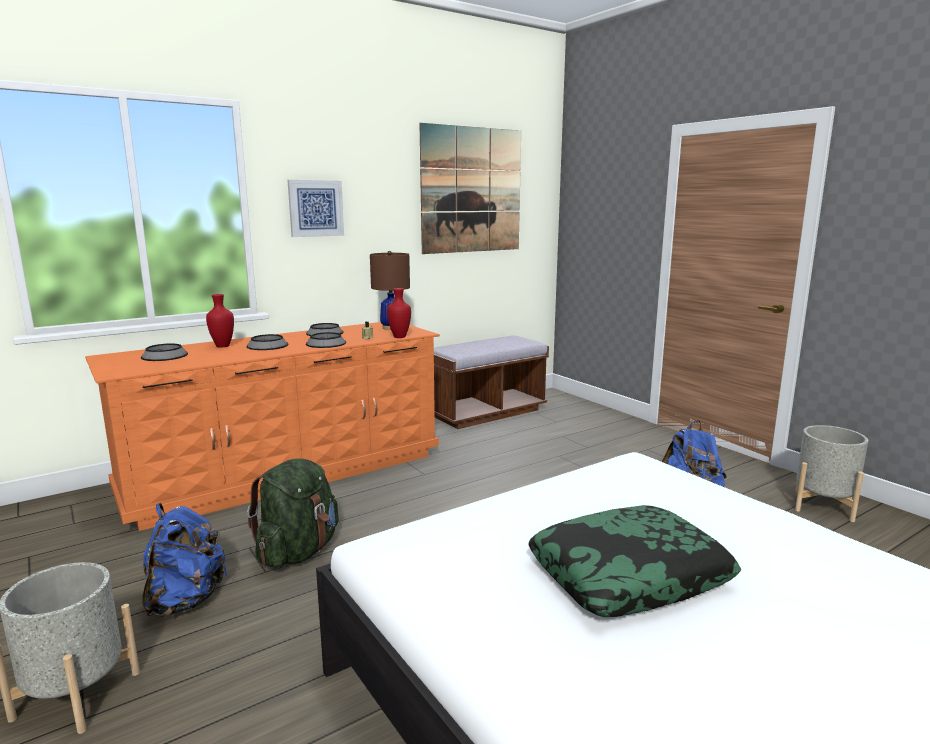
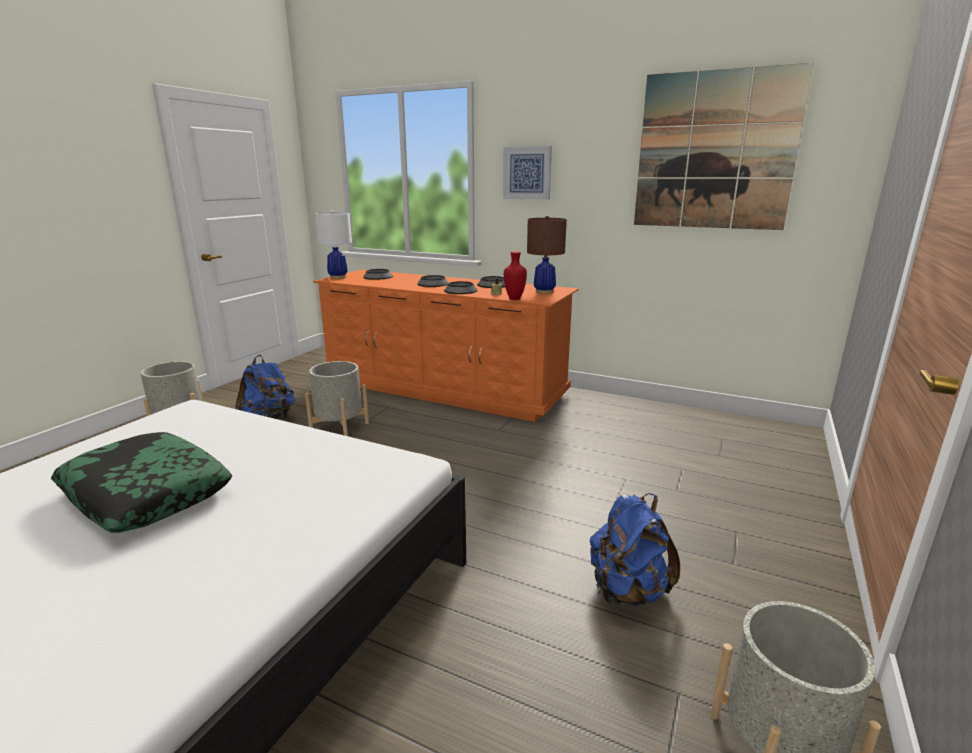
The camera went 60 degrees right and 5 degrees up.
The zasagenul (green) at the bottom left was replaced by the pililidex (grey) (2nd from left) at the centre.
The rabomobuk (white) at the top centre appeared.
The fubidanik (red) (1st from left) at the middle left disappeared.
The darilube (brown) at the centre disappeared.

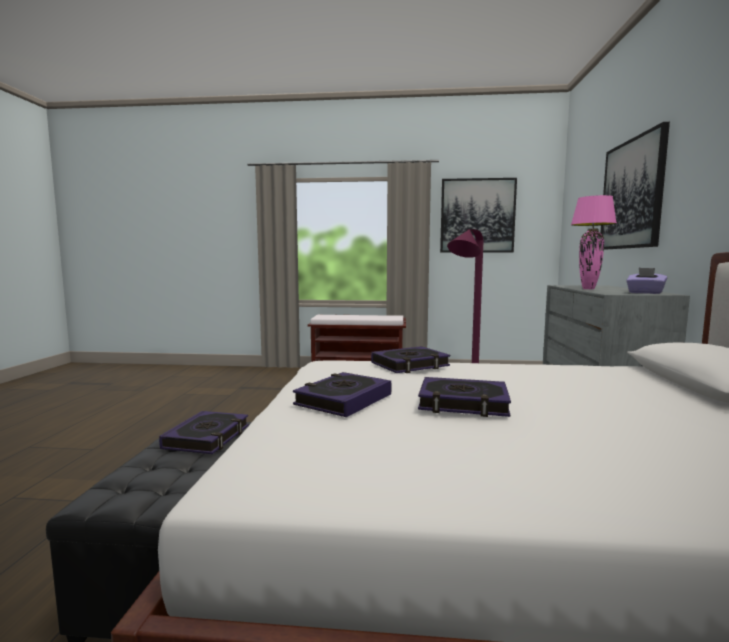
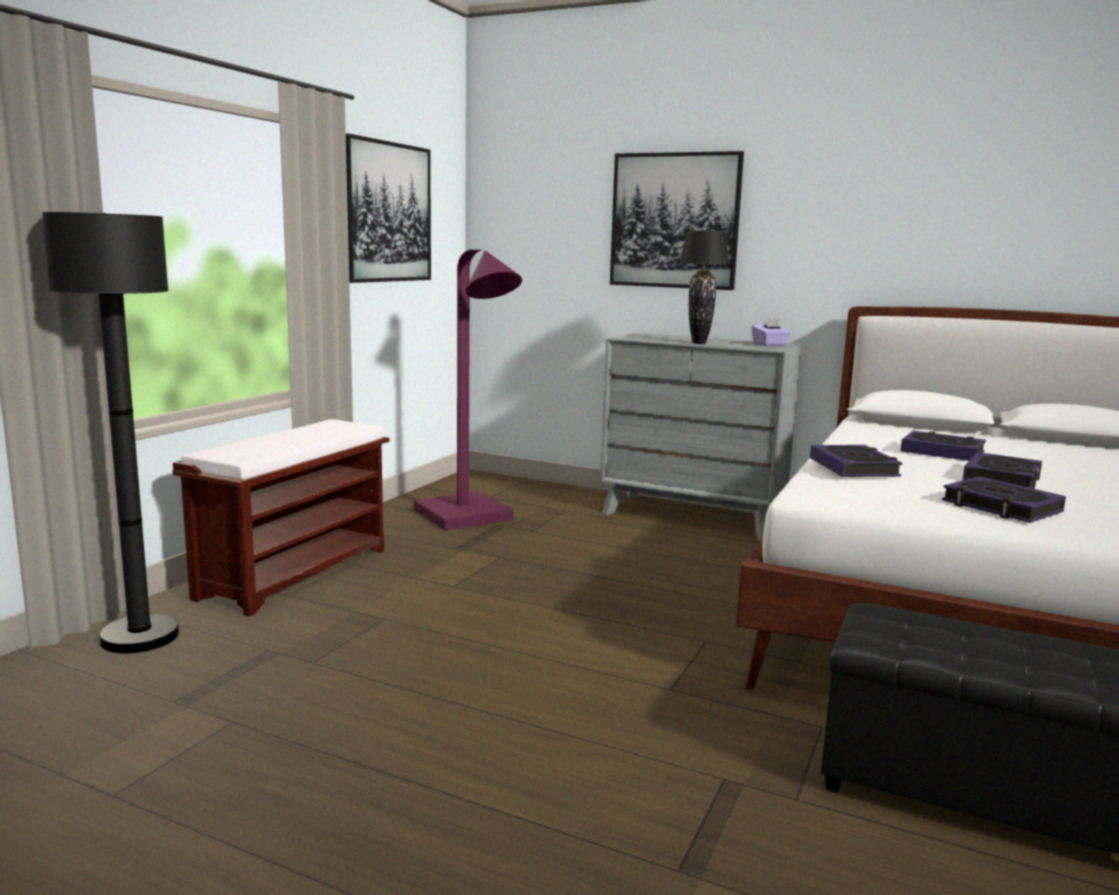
The camera went 70 degrees left and 5 degrees up.
The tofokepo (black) at the middle left appeared.
The rabomobuk (pink) at the middle right became the rabomobuk (black) at the top centre.
The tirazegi (1st from left in the first image) moved from the bottom left to the middle right.

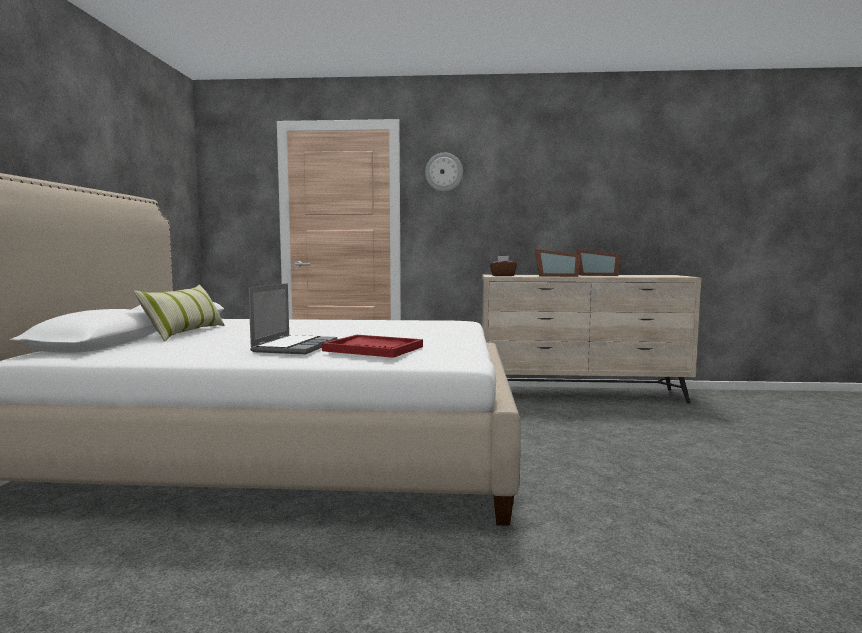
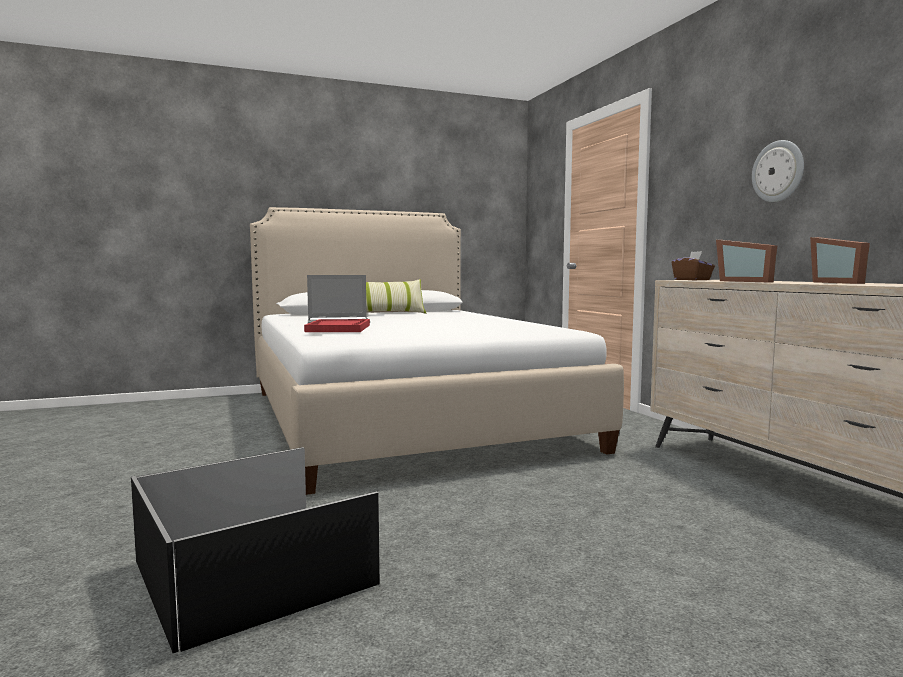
The camera went 65 degrees right and 0 degrees up.
The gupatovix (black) at the bottom left appeared.
The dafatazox moved from the top centre to the top right.

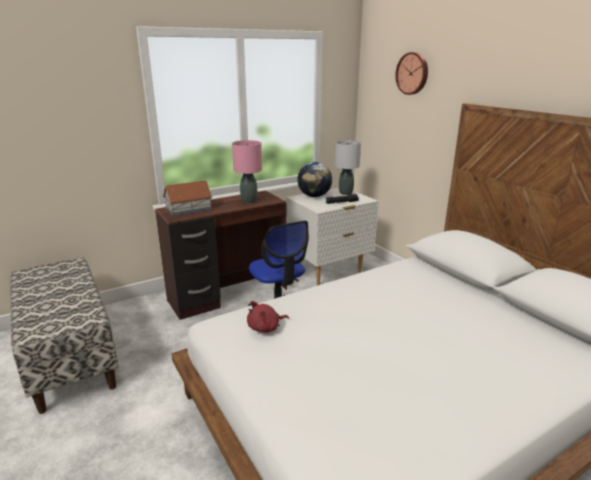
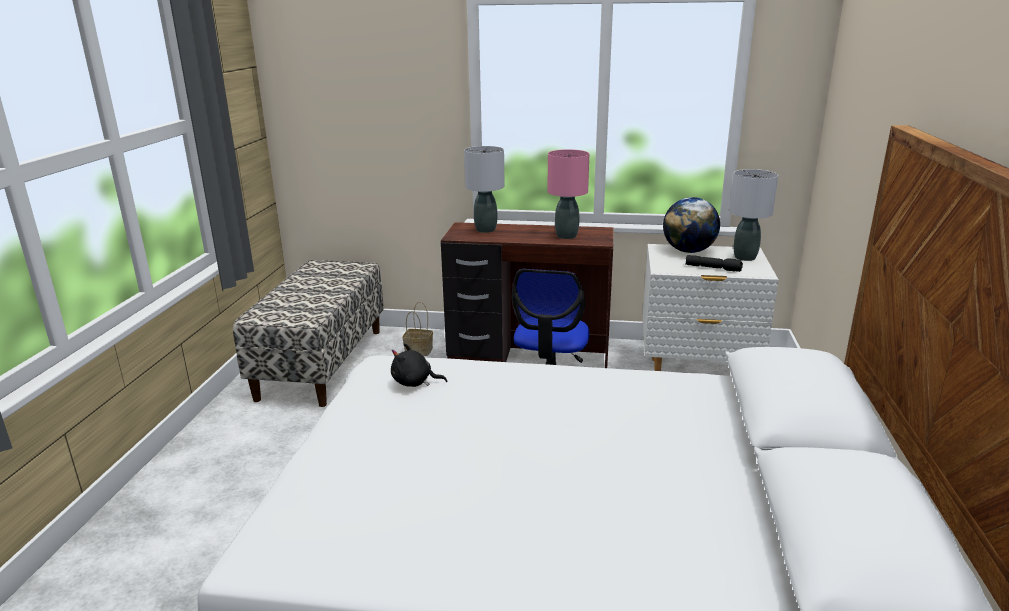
The camera went 40 degrees right and 0 degrees up.
The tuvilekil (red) at the centre became the tuvilekil (black) at the centre.
The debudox at the centre appeared.
The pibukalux at the middle left was replaced by the rabomobuk (grey) (1st from left) at the top centre.
The dafatazox at the top right disappeared.

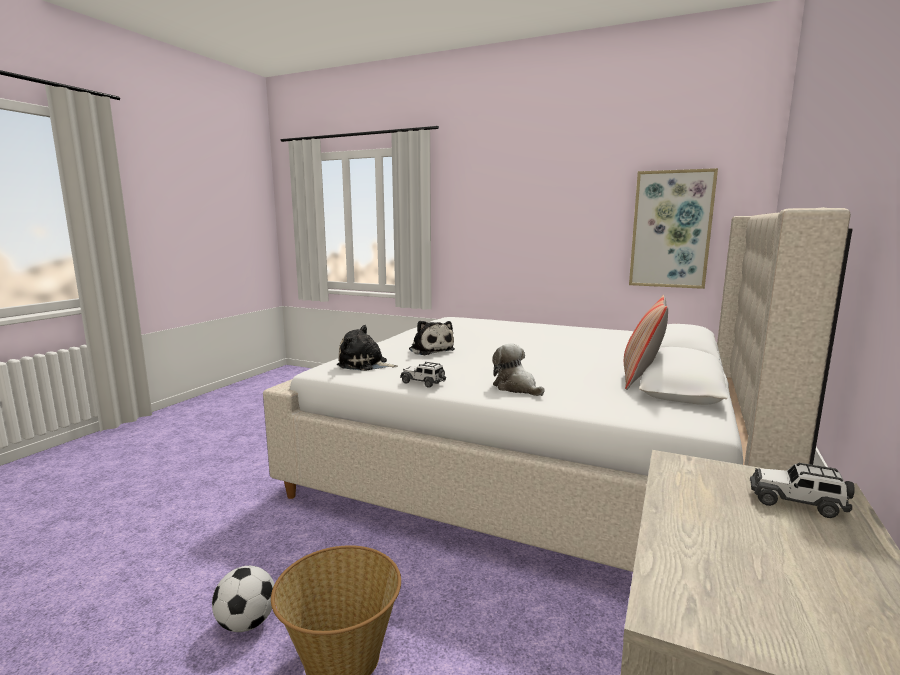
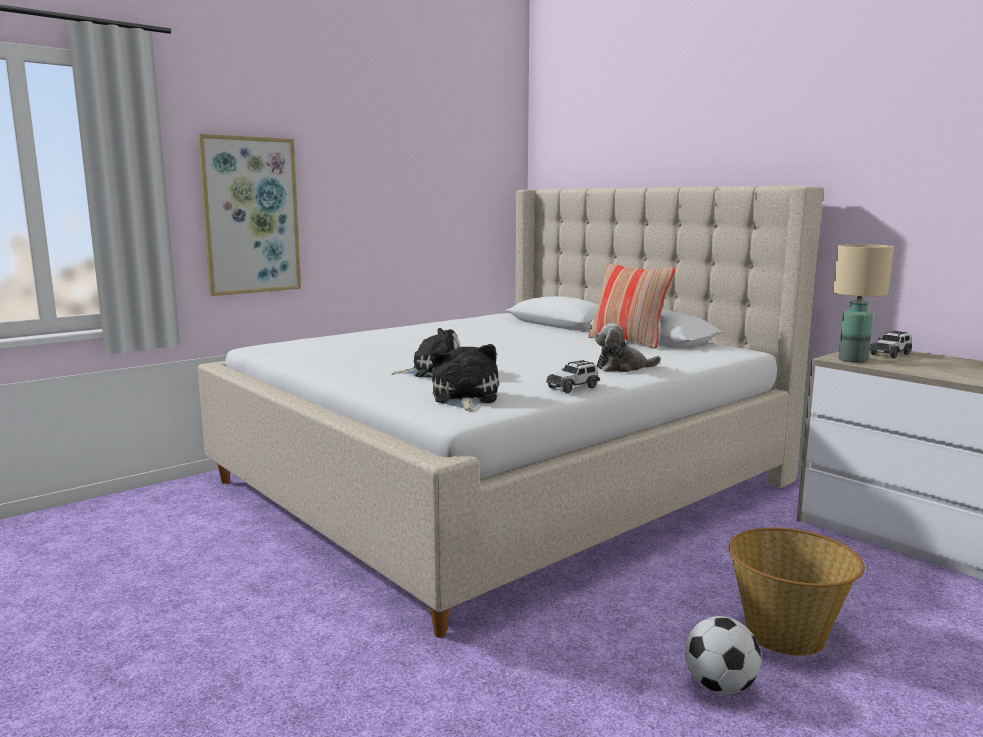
The camera went 65 degrees left and 0 degrees up.
The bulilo moved from the middle right to the top left.
The tuvilekil (1st from left in the first image) at the centre turned 135 degrees clockwise.
The rabomobuk (beige) at the middle right appeared.

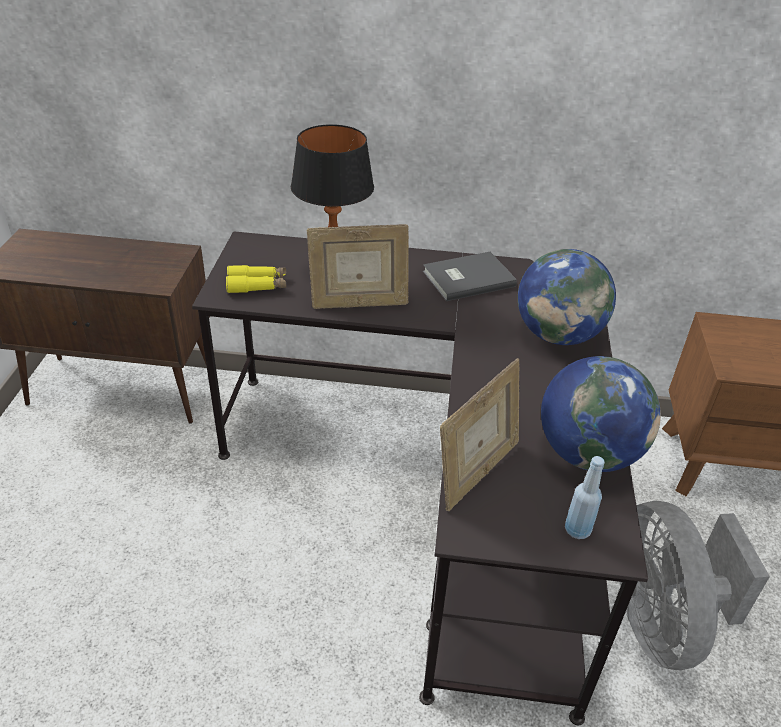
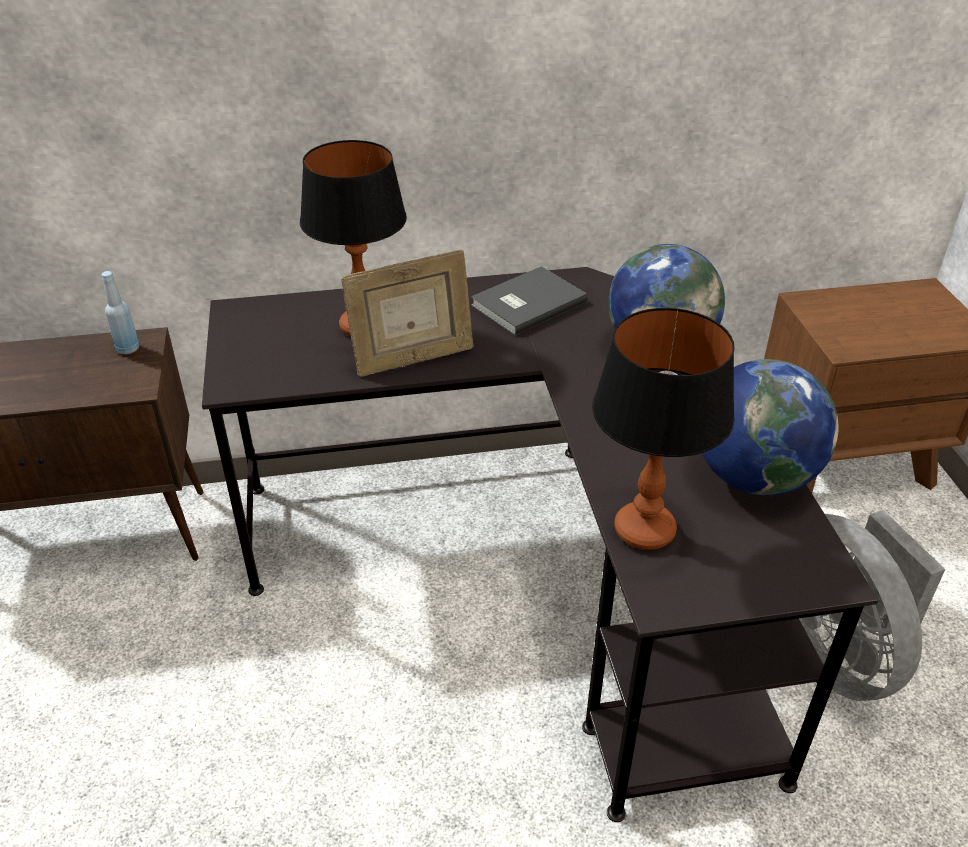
The camera went 15 degrees left and 0 degrees up.
The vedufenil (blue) moved from the bottom right to the middle left.
The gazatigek (2nd from left) at the centre was replaced by the rabomobuk (2nd from left) at the middle right.
The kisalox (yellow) at the middle left disappeared.

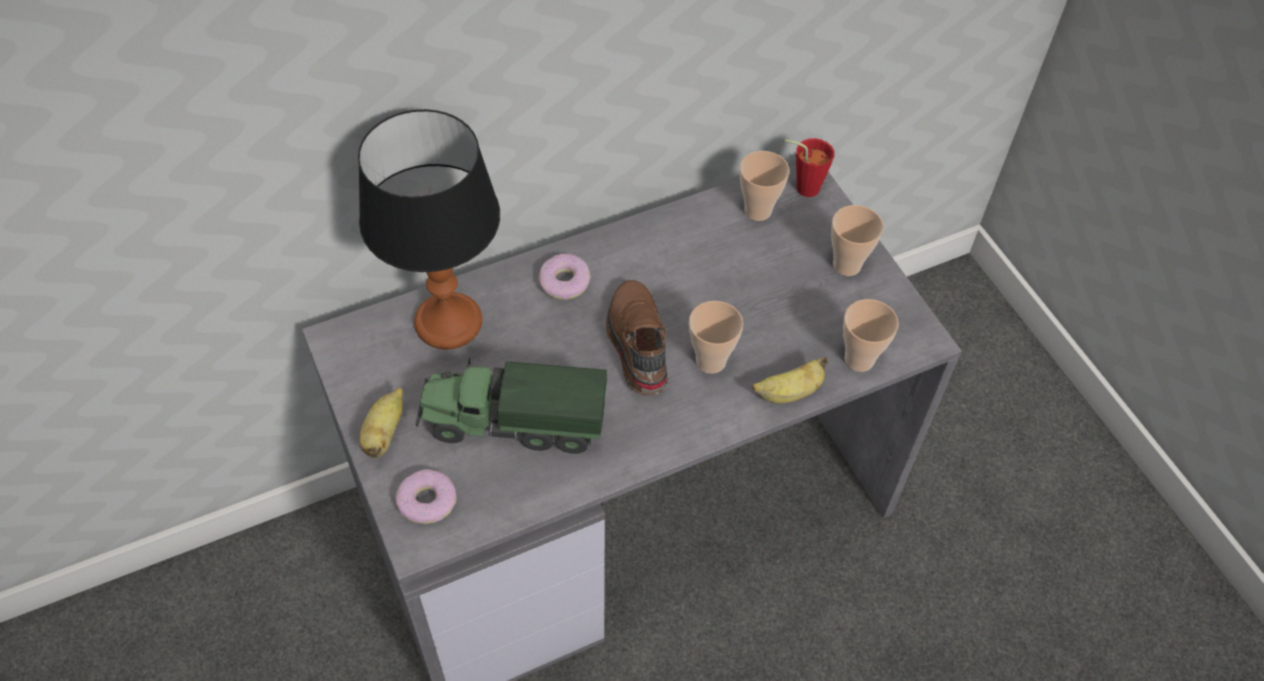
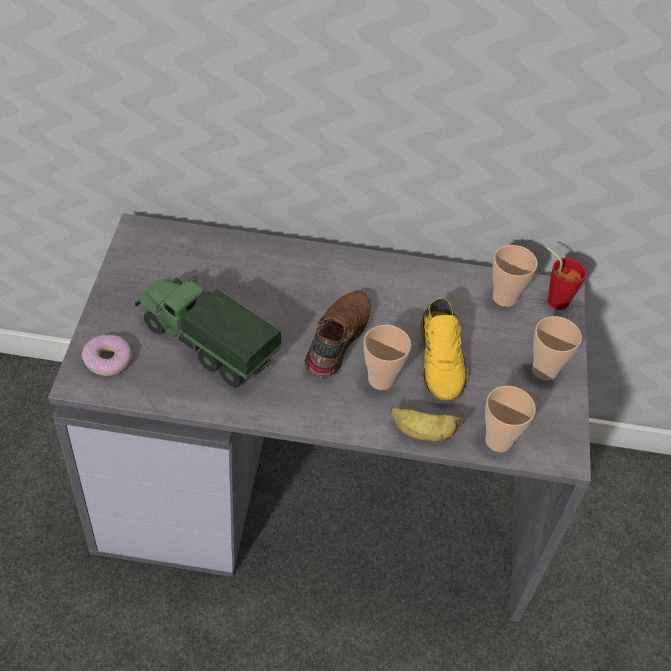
The camera went 30 degrees right and 5 degrees down.
The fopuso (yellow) at the centre appeared.
The rabomobuk at the centre disappeared.
The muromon (1st from left) at the middle left disappeared.
The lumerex (2nd from left) at the centre disappeared.

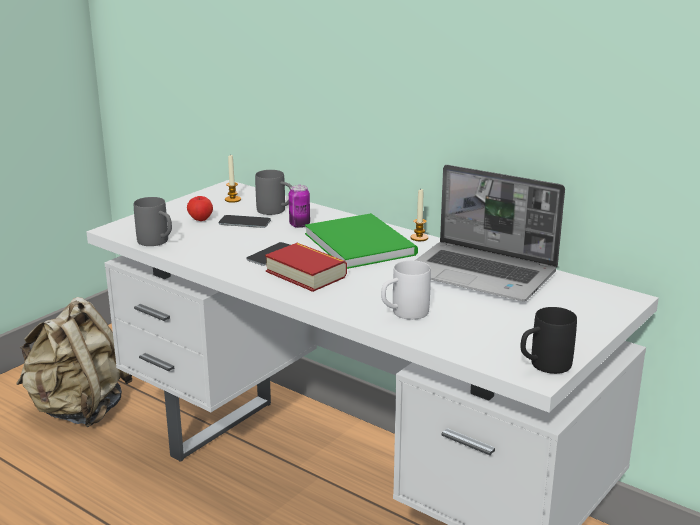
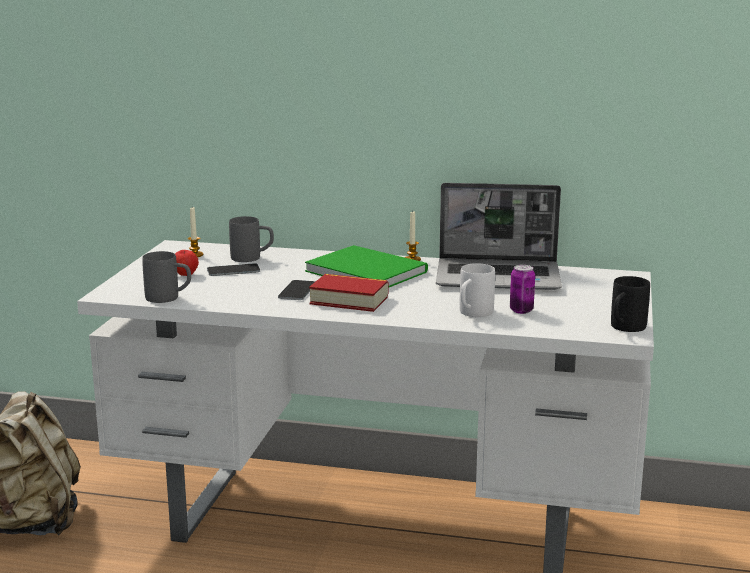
The camera went 25 degrees left and 5 degrees down.
The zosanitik moved from the centre to the middle right.

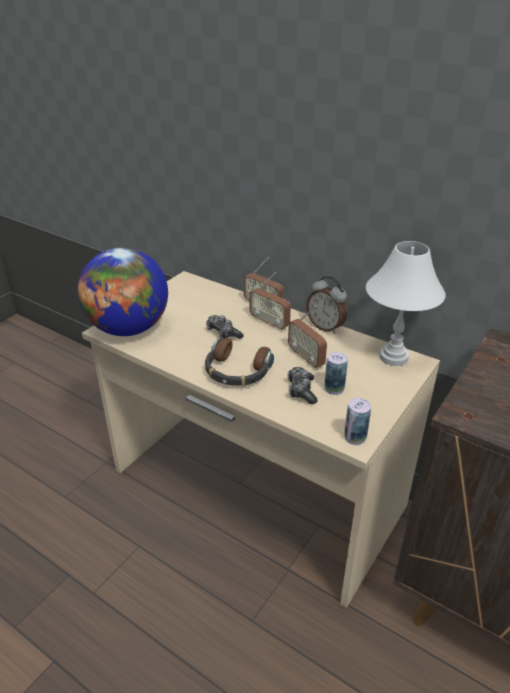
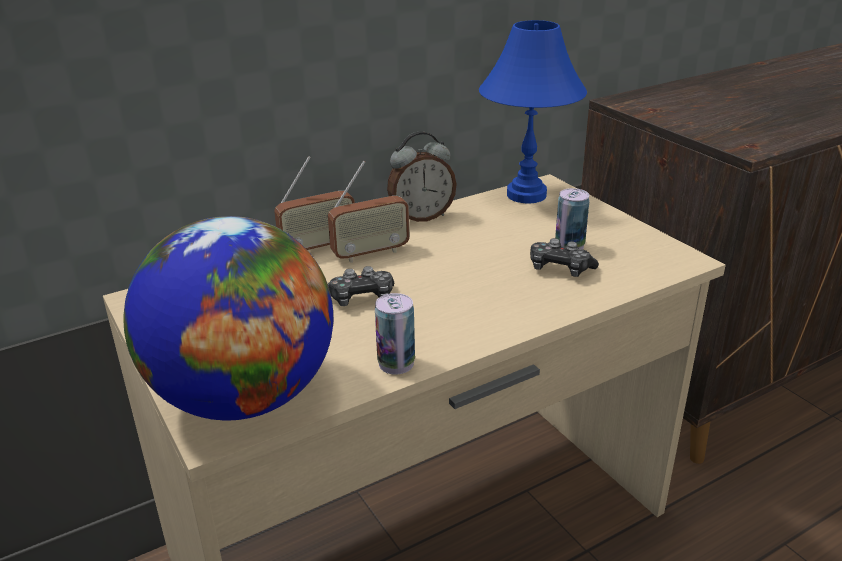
The camera went 65 degrees left and 5 degrees down.
The zosanitik (2nd from left in the first image) moved from the middle right to the centre.
The rabomobuk (white) at the middle right became the rabomobuk (blue) at the top centre.
The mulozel at the centre disappeared.
The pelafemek (3rd from left) at the centre disappeared.

